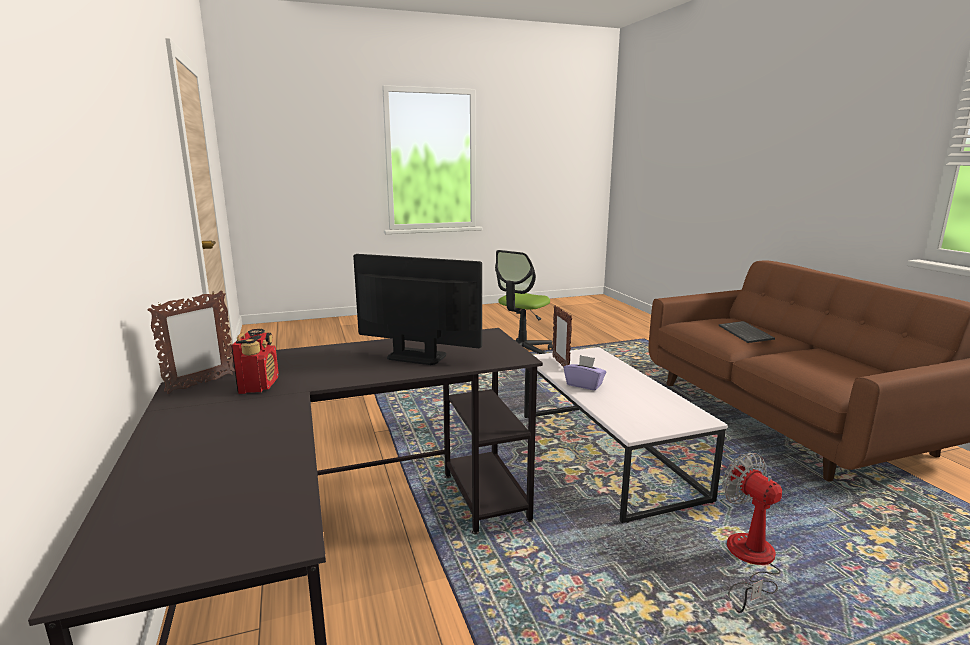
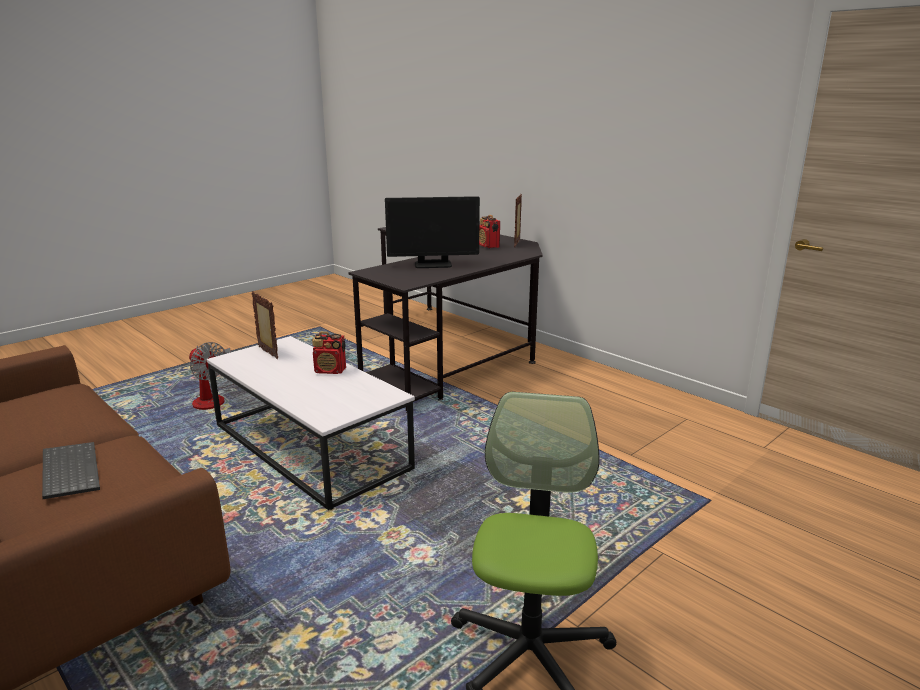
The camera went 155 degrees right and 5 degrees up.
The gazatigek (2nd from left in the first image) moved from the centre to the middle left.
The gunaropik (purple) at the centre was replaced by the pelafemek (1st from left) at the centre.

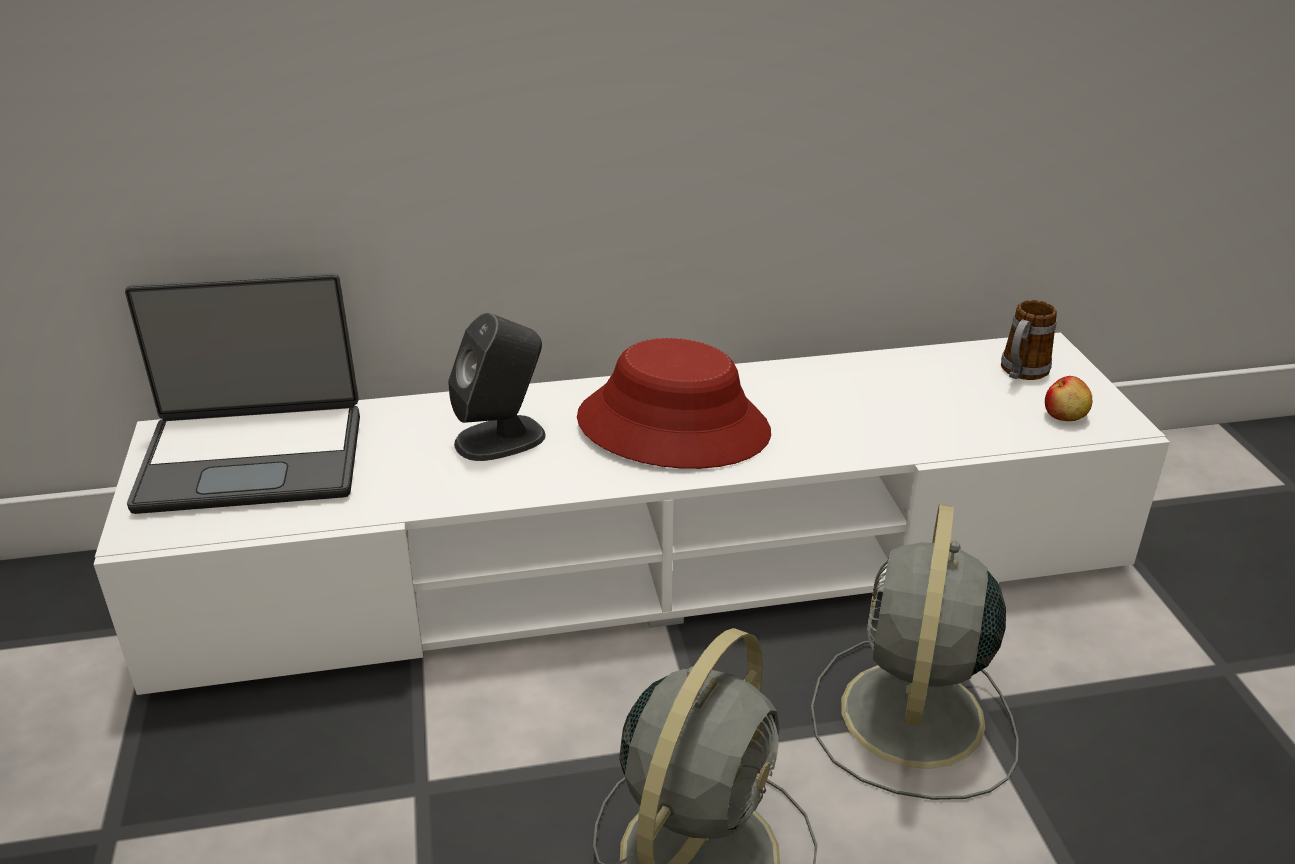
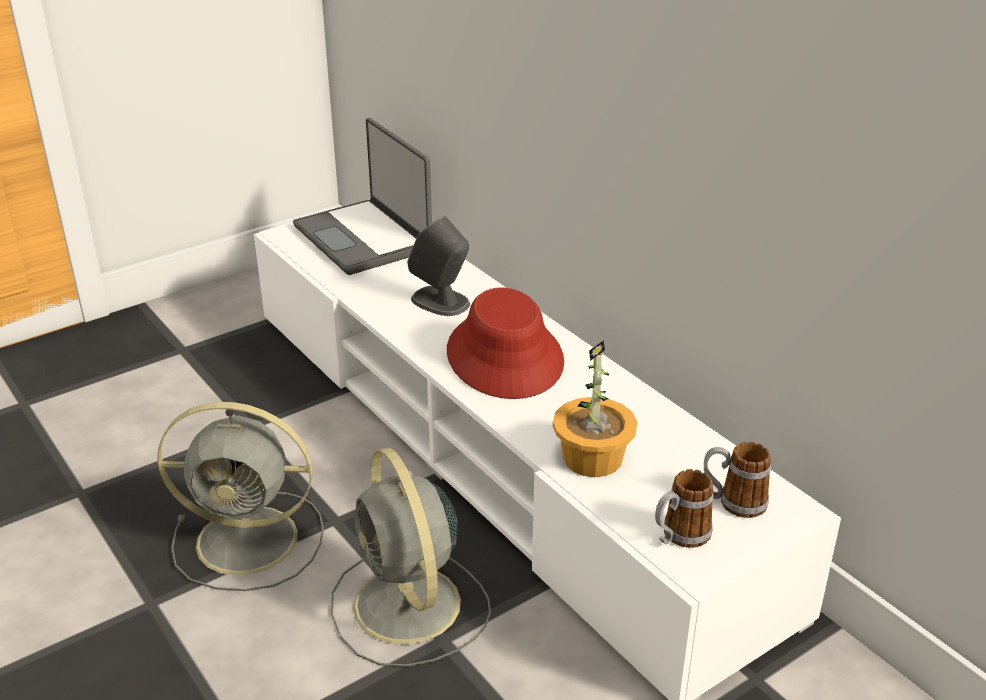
The camera went 65 degrees right and 0 degrees up.
The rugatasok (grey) (2nd from left) at the bottom right turned 105 degrees counterclockwise.
The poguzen at the centre appeared.
The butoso at the middle right was replaced by the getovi (1st from left) at the bottom right.

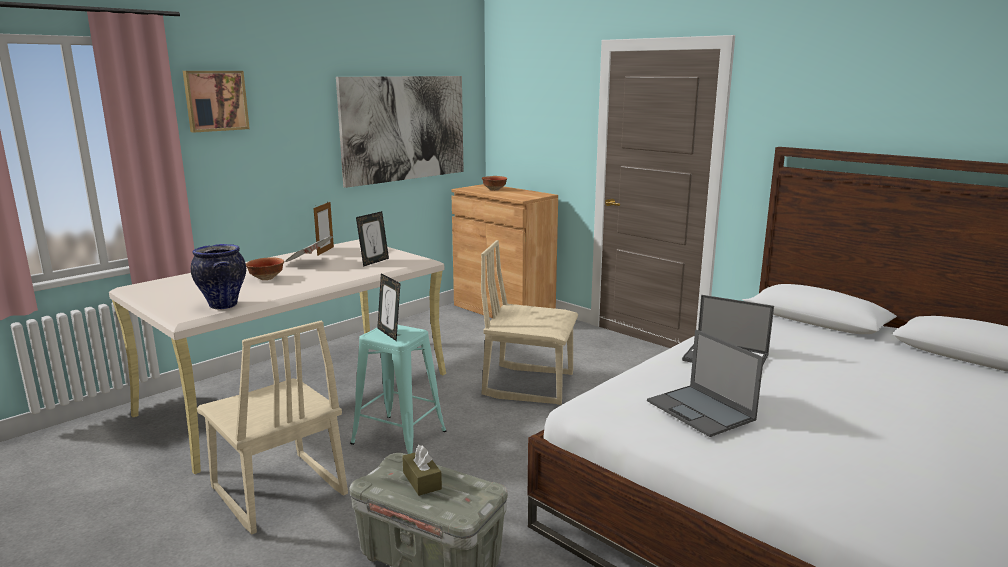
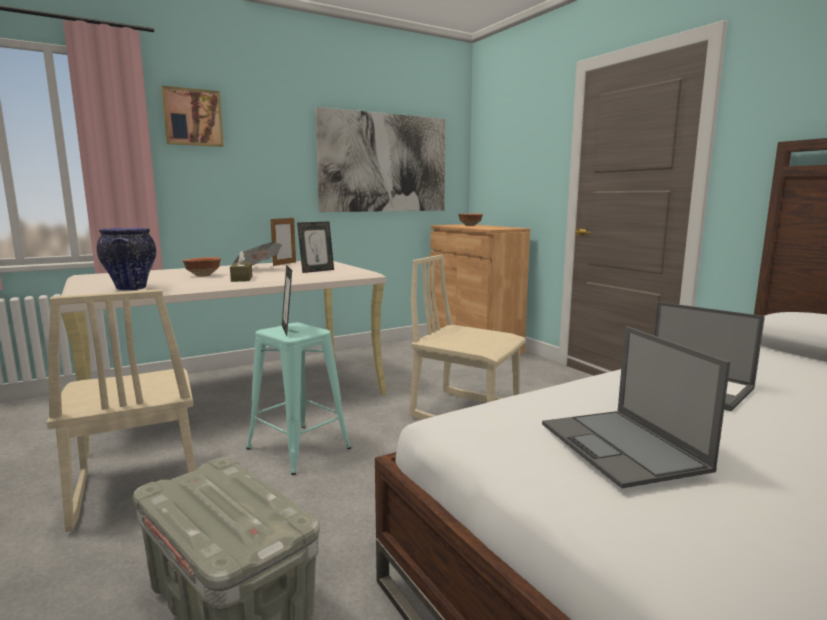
The camera went 15 degrees right and 5 degrees down.
The gunaropik (brown) moved from the bottom centre to the middle left.

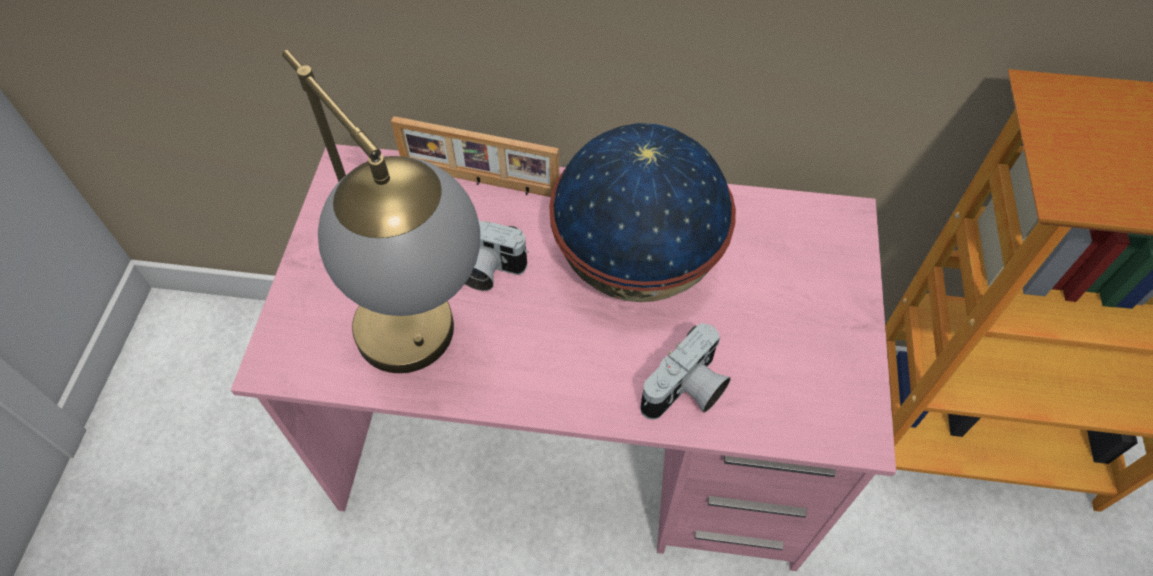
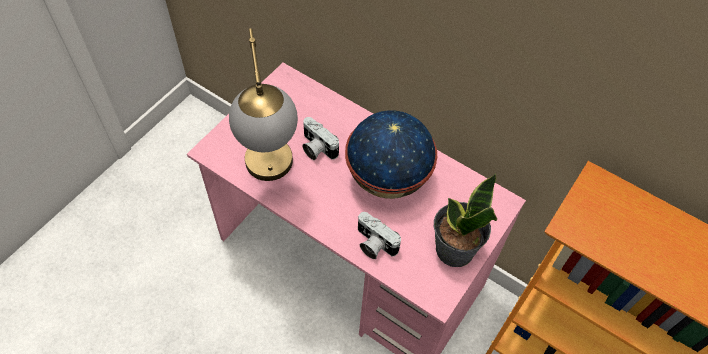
The camera went 25 degrees right and 0 degrees up.
The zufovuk (2nd from left) at the centre turned 60 degrees clockwise.
The poguzen at the centre appeared.
The gazatigek at the top centre disappeared.

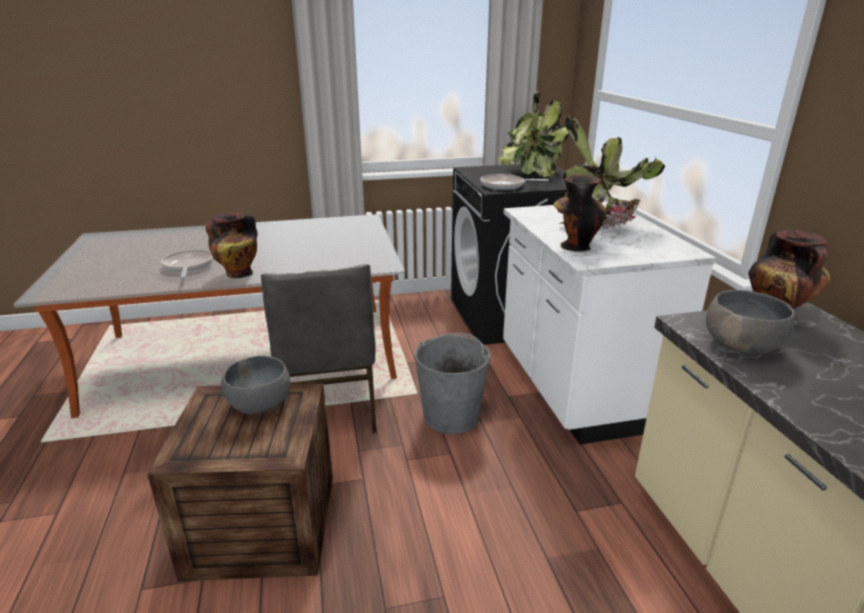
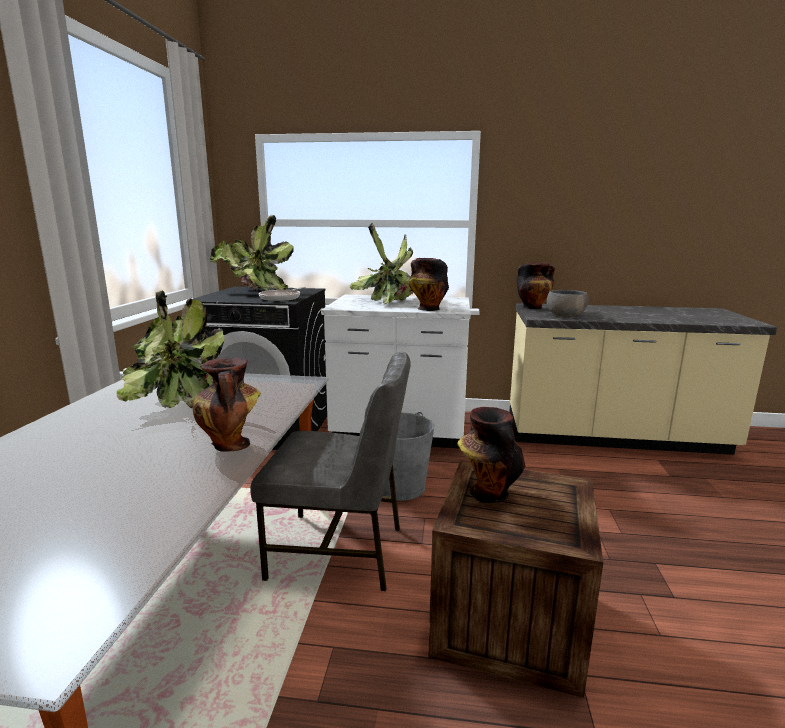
The camera went 70 degrees left and 10 degrees down.
The poguzen (1st from left) at the middle left appeared.
The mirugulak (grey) (1st from left) at the middle left was replaced by the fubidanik (3rd from left) at the centre.
The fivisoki (1st from left) at the middle left disappeared.

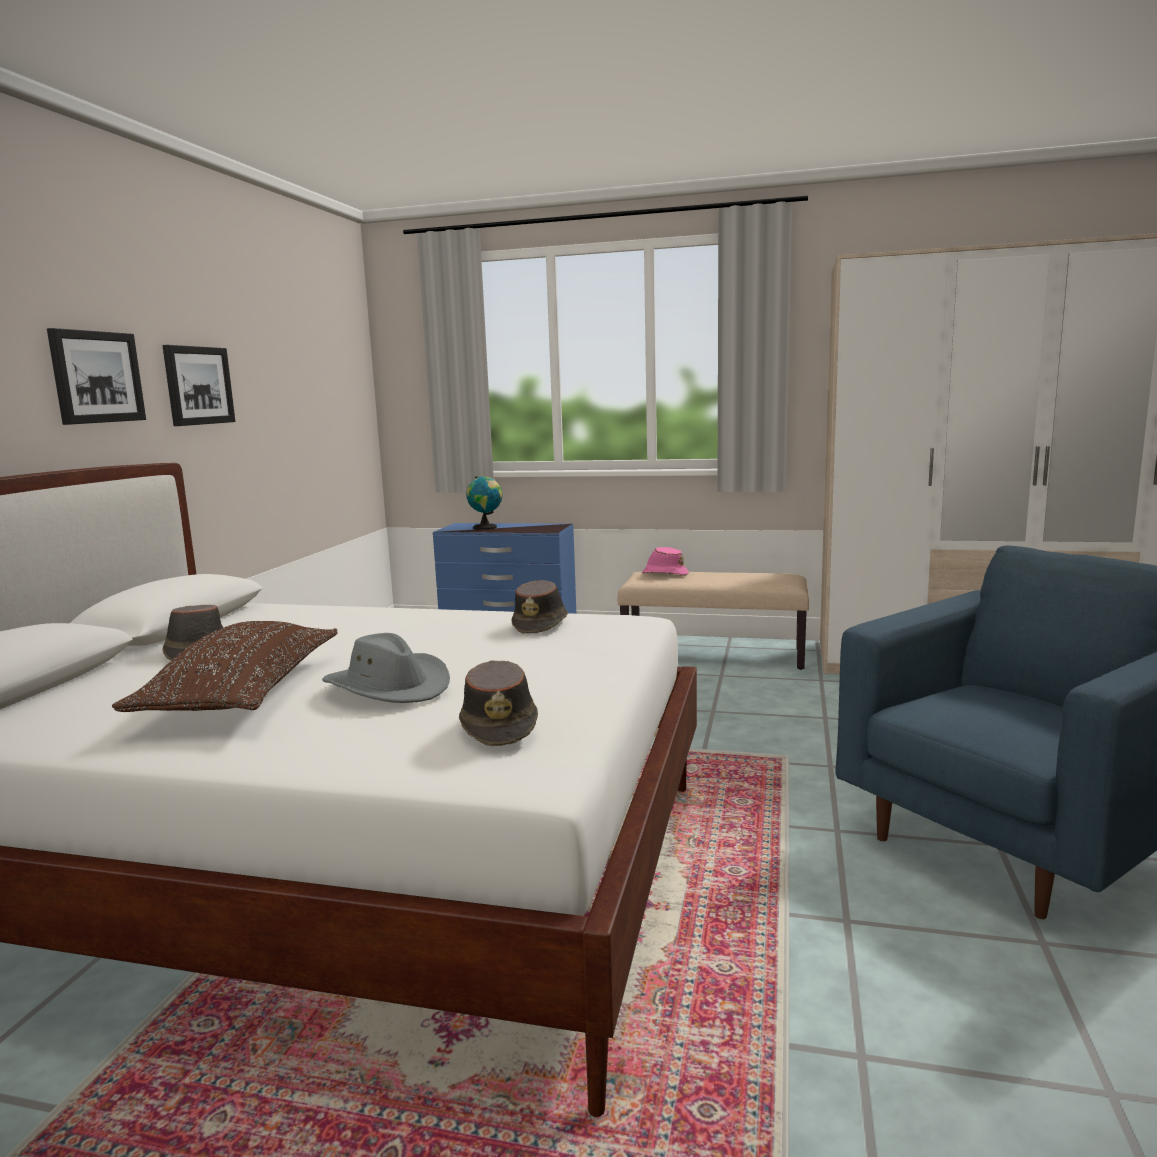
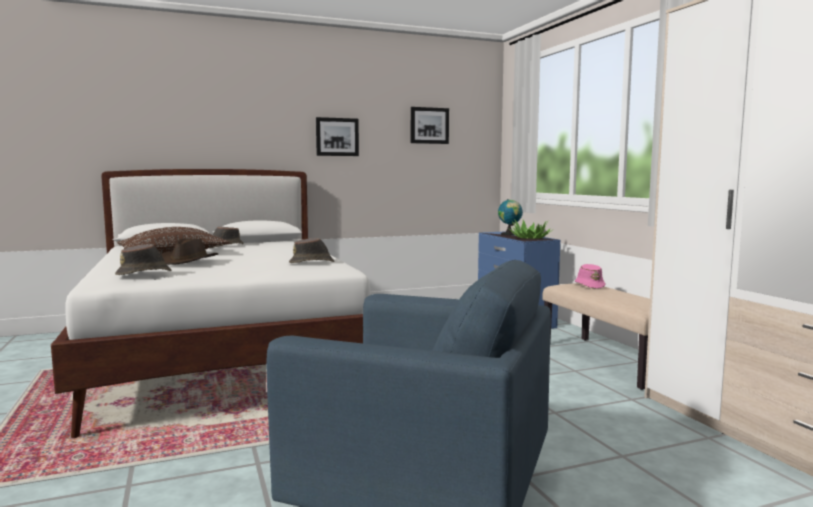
The camera went 55 degrees right and 5 degrees down.
The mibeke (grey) at the centre became the mibeke (brown) (2nd from left) at the middle left.
The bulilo (1st from left in the first image) moved from the top left to the top centre.
The poguzen at the centre appeared.

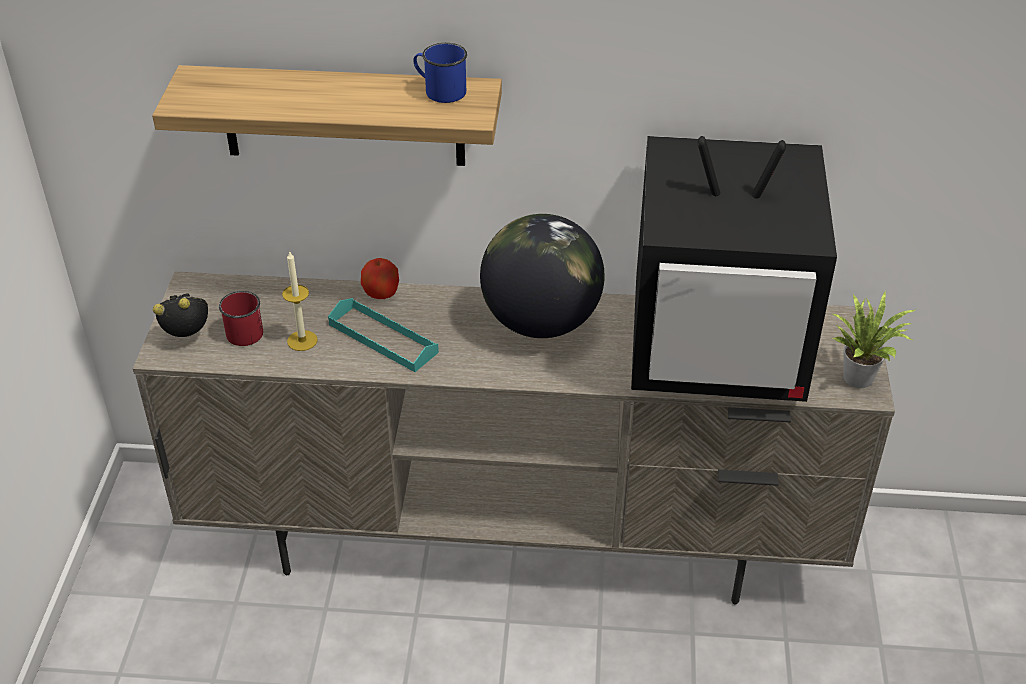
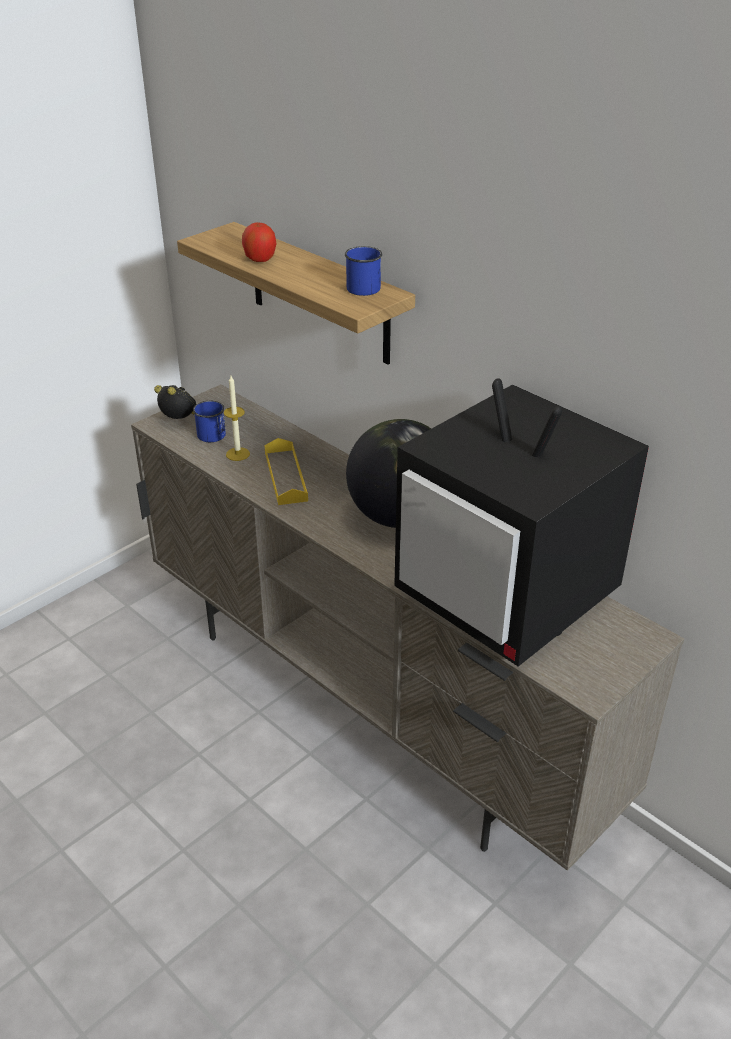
The camera went 40 degrees right and 5 degrees down.
The getovi (red) at the middle left became the getovi (blue) (1st from left) at the middle left.
The butoso moved from the centre to the top centre.
The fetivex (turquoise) at the centre became the fetivex (yellow) at the centre.
The poguzen at the middle right disappeared.

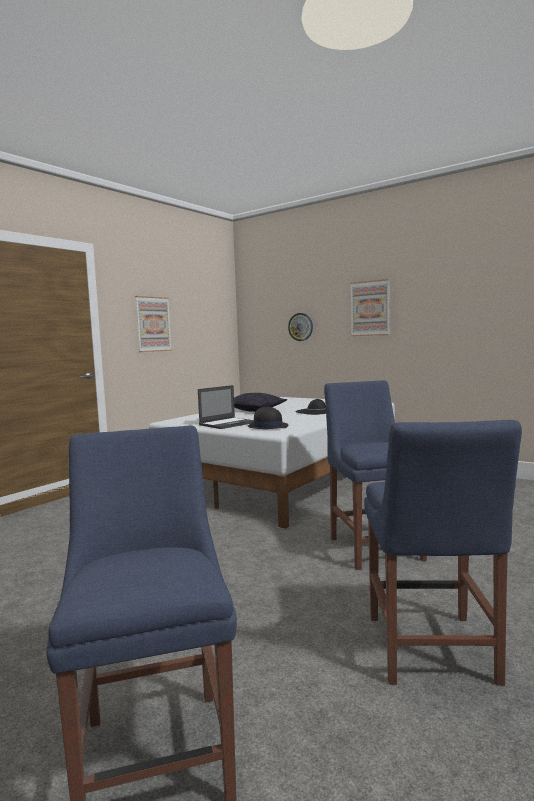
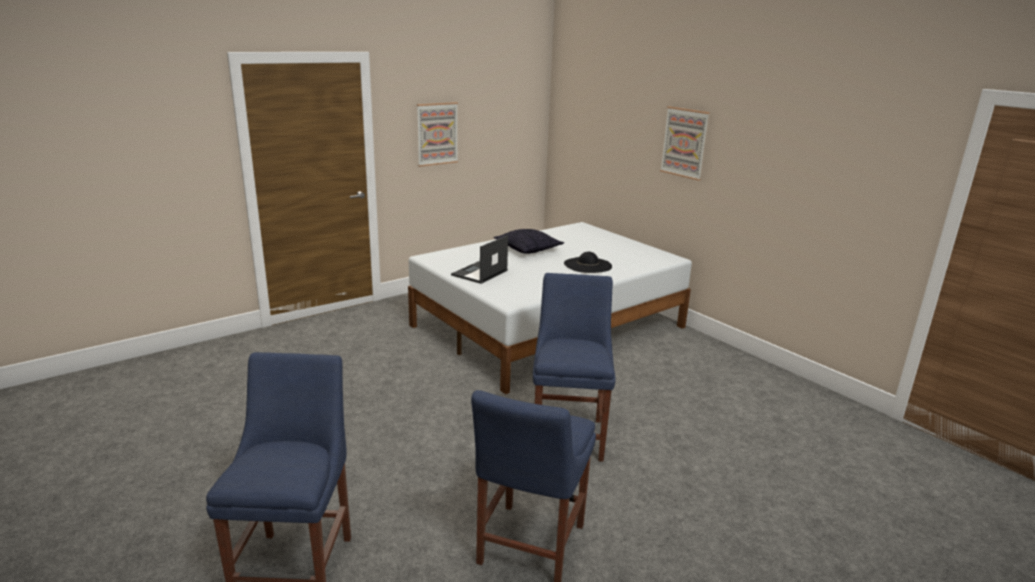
The camera went 15 degrees right and 15 degrees up.
The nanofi at the centre turned 150 degrees clockwise.
The mibeke (black) (1st from left) at the centre disappeared.
The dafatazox at the centre disappeared.

